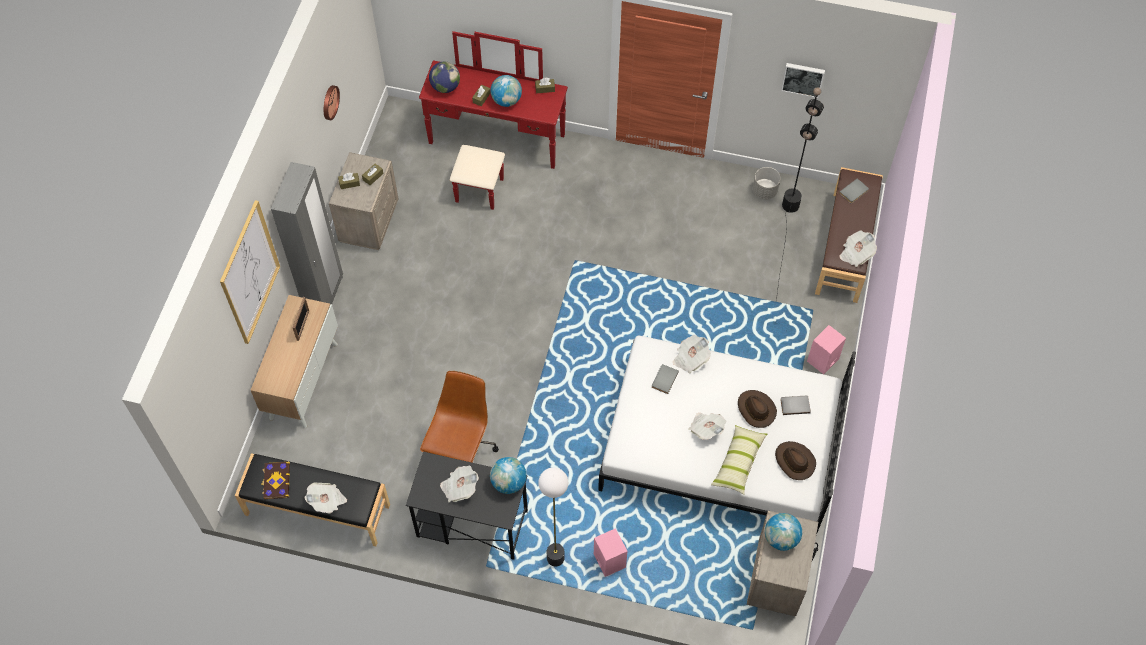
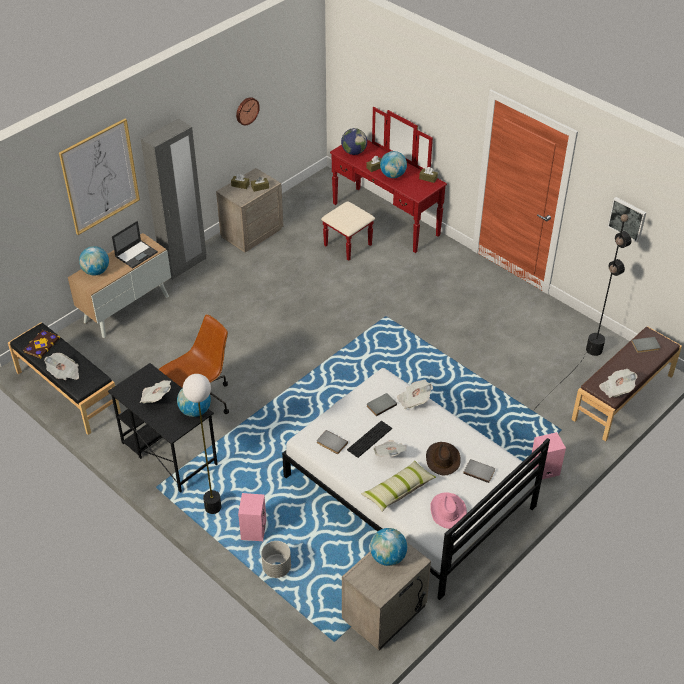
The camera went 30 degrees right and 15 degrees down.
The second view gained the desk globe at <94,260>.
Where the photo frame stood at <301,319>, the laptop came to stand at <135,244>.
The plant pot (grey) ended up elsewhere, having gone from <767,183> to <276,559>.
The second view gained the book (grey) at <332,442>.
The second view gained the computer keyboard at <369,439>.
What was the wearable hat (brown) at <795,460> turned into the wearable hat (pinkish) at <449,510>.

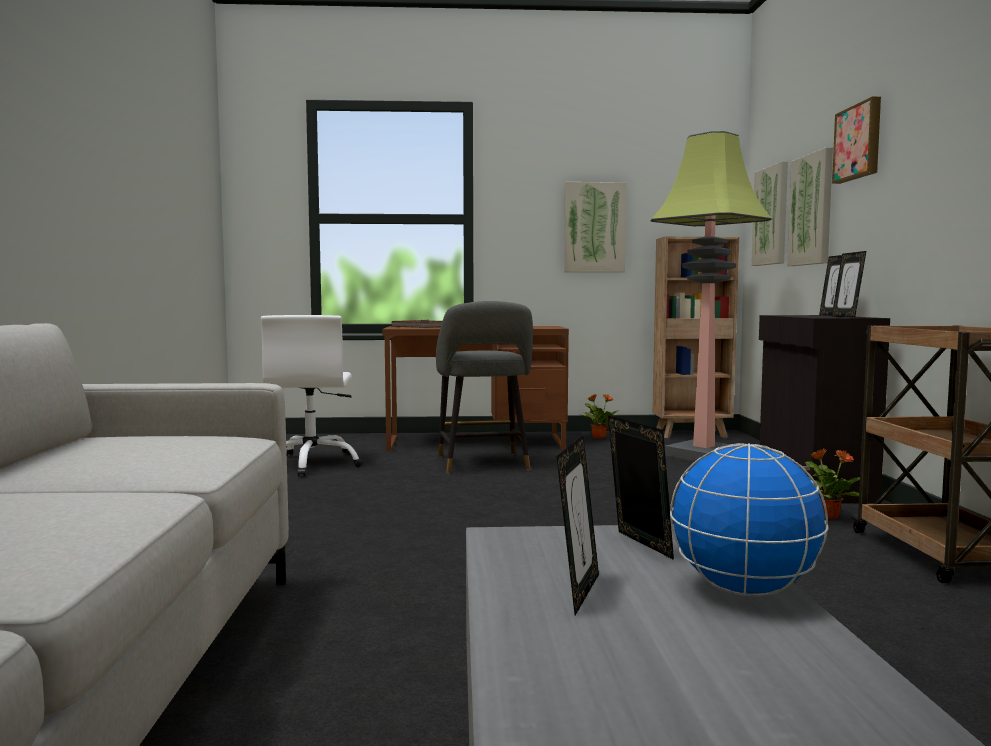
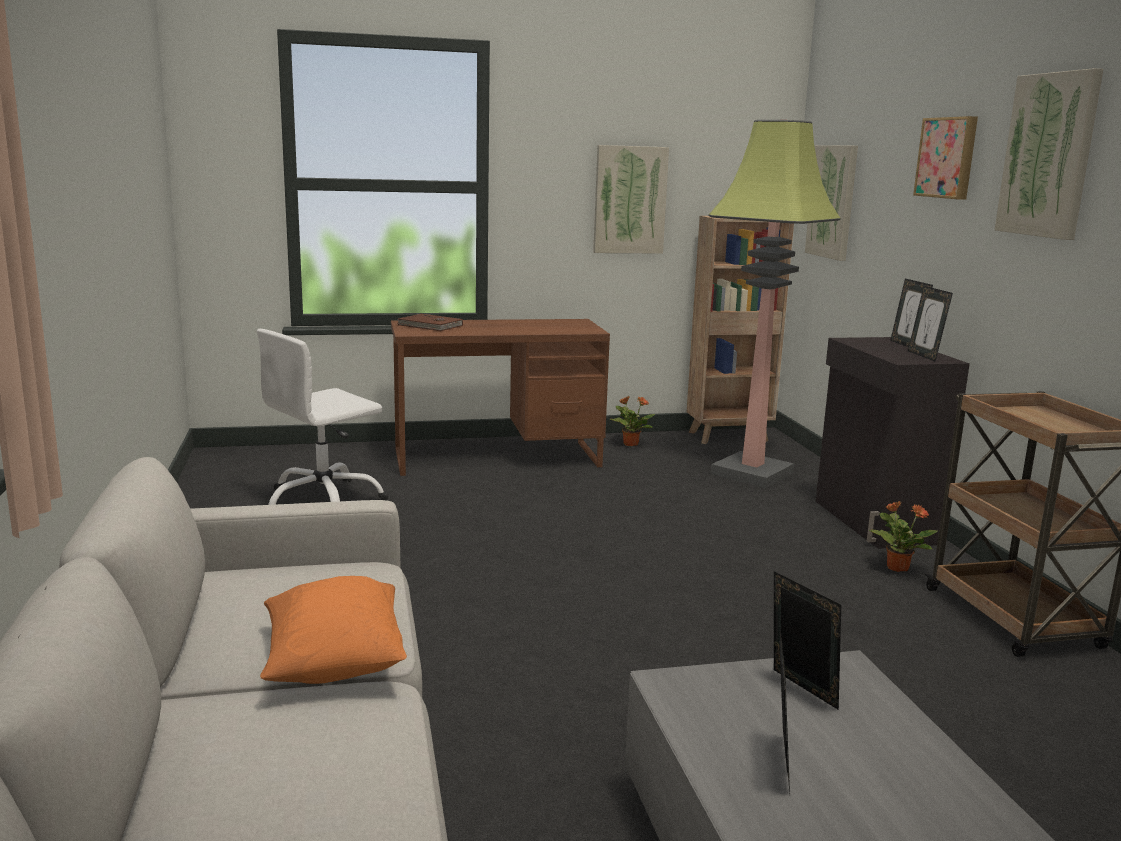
The camera went 10 degrees left and 10 degrees up.
The office chair (white-coloured) at <312,395> ended up facing another way, 60 degrees clockwise from before.
The second view gained the throw pillow (orange) at <333,630>.
The wall art ended up elsewhere, having gone from <810,206> to <1049,154>.
The second view lost the sitting stool (grey) at <484,387>.
The second view lost the desk globe at <749,519>.

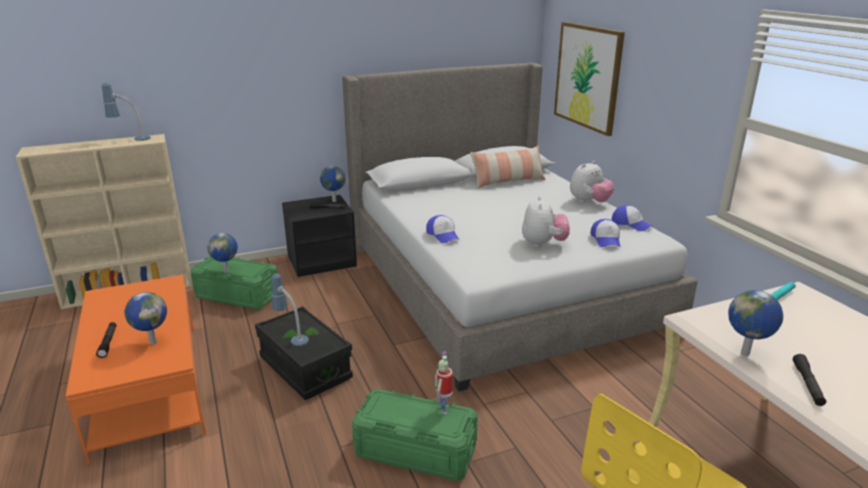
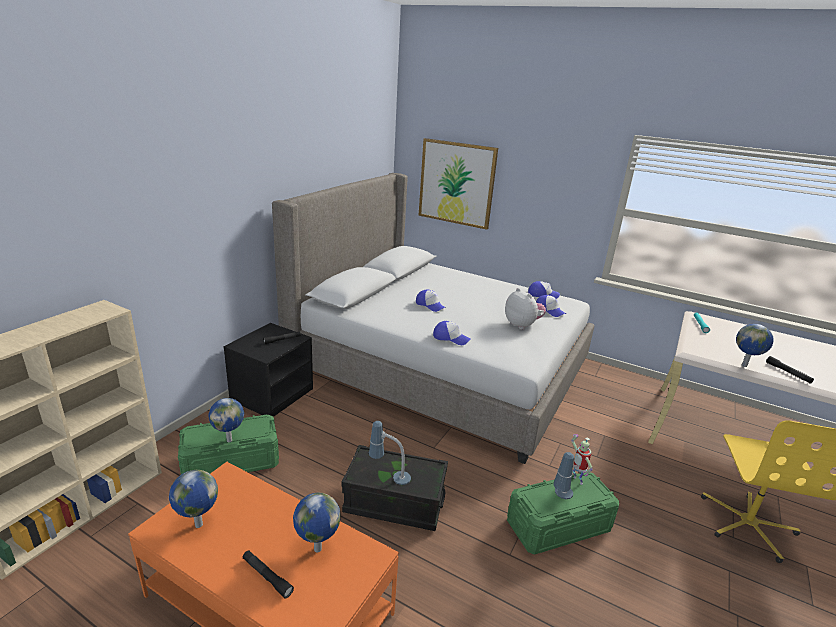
The camera went 40 degrees left and 0 degrees up.
The desk globe ended up elsewhere, having gone from <333,184> to <193,499>.
The second view gained the peaked cap at <431,301>.
The tabletop lamp ended up elsewhere, having gone from <126,112> to <564,475>.
The second view lost the throw pillow at <508,167>.
The second view lost the soft toy at <592,182>.

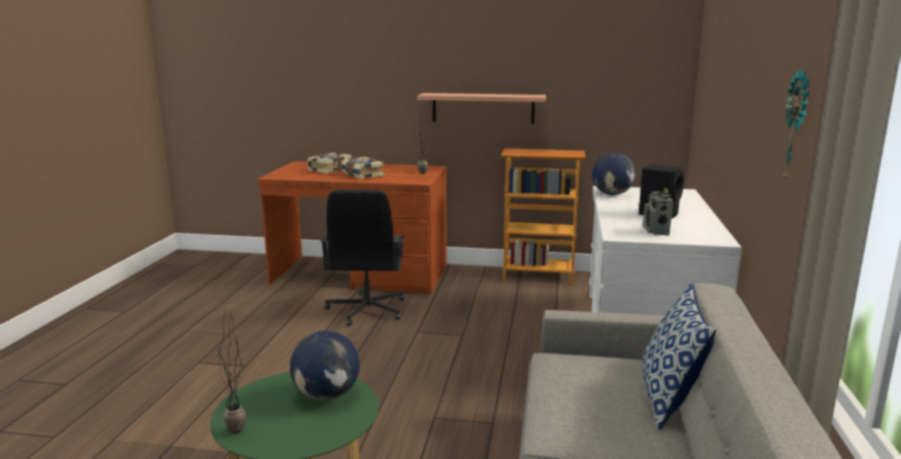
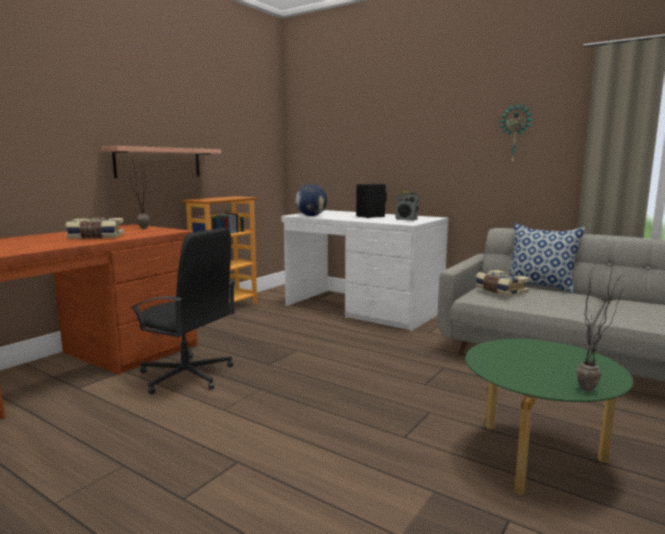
The camera went 65 degrees left and 5 degrees down.
The book ended up elsewhere, having gone from <329,163> to <502,283>.
The second view lost the desk globe at <325,366>.

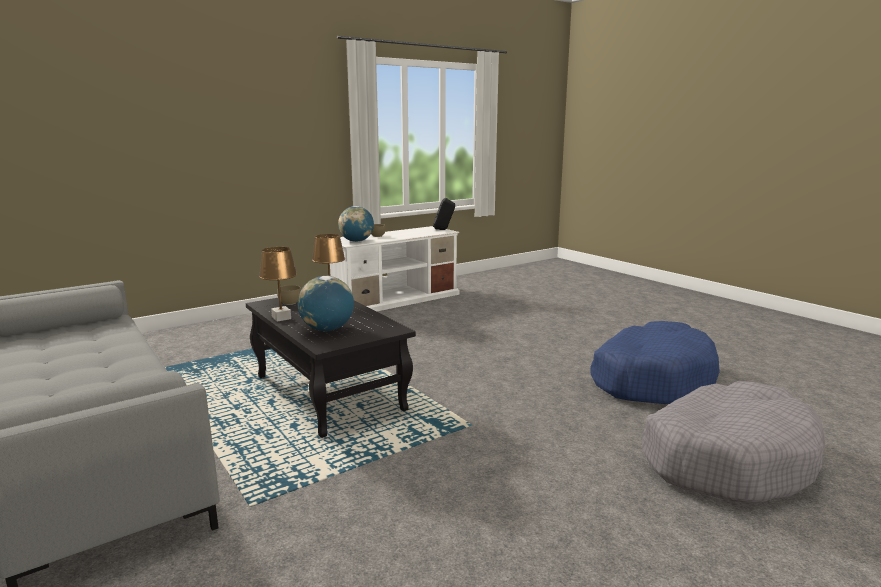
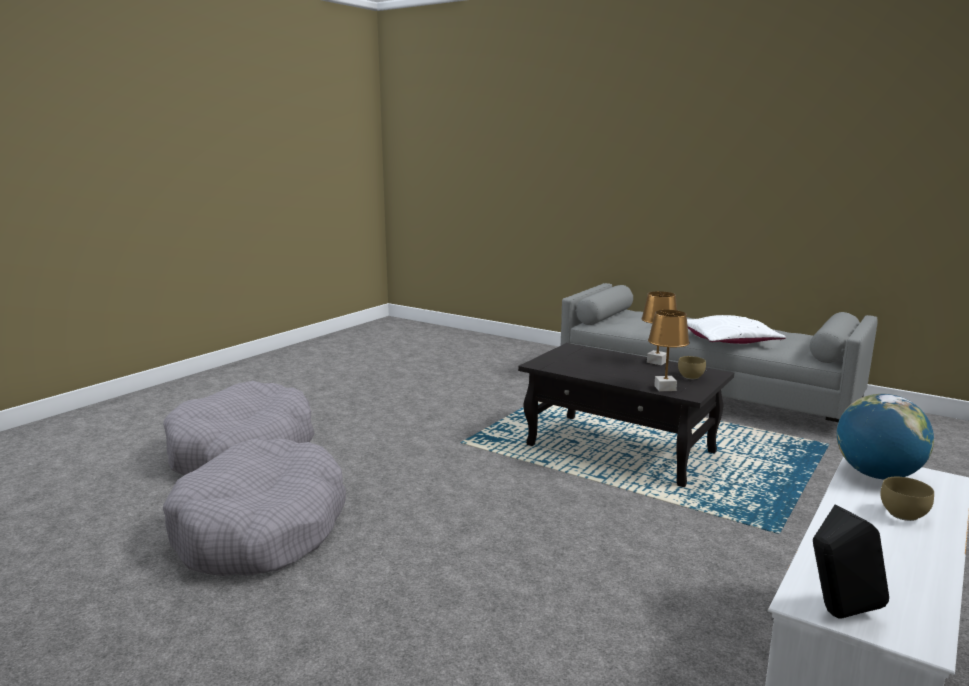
The camera went 160 degrees right and 0 degrees up.
What was the dog bed (blue-coloured) at <655,362> turned into the dog bed (grey) at <254,507>.
The second view gained the throw pillow (white-coloured) at <736,329>.
The second view lost the desk globe at <326,303>.

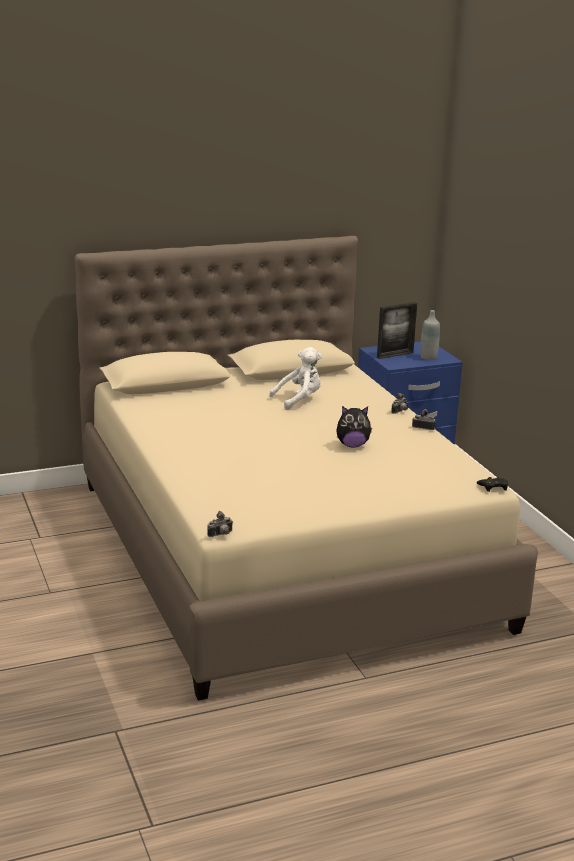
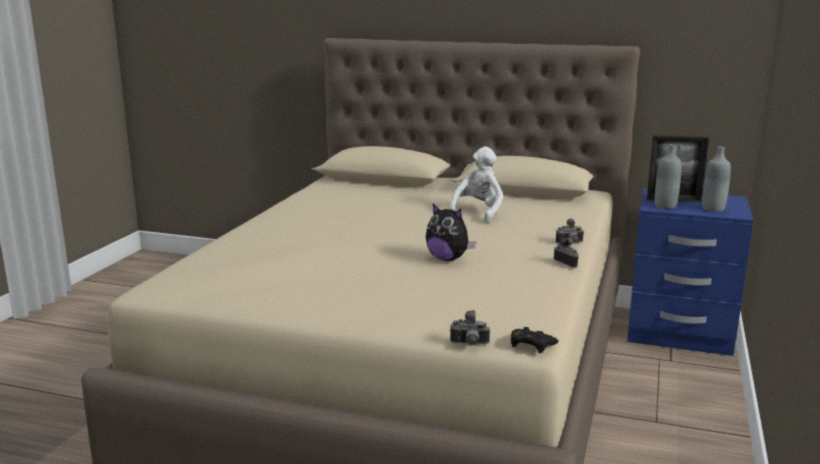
The camera went 40 degrees right and 5 degrees down.
The soft toy (white-coloured) at <295,378> ended up facing another way, 75 degrees counterclockwise from before.
The photo camera ended up elsewhere, having gone from <220,524> to <470,327>.
The second view gained the beverage bottle (grey) at <668,176>.

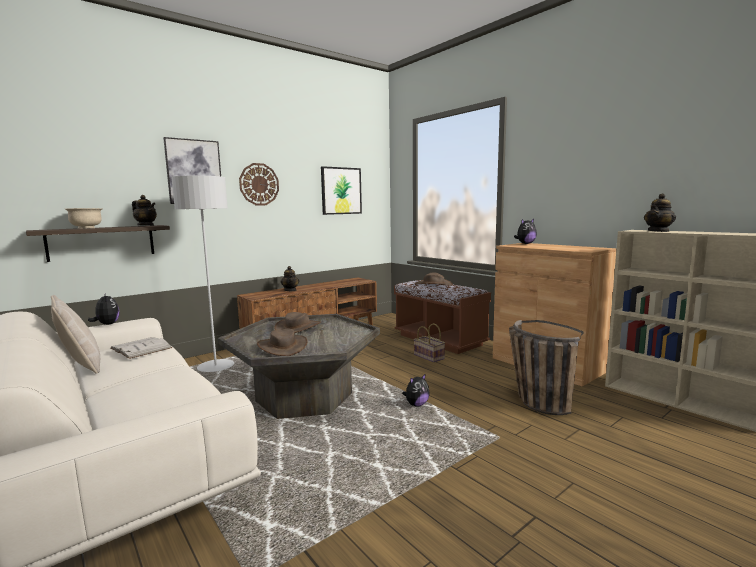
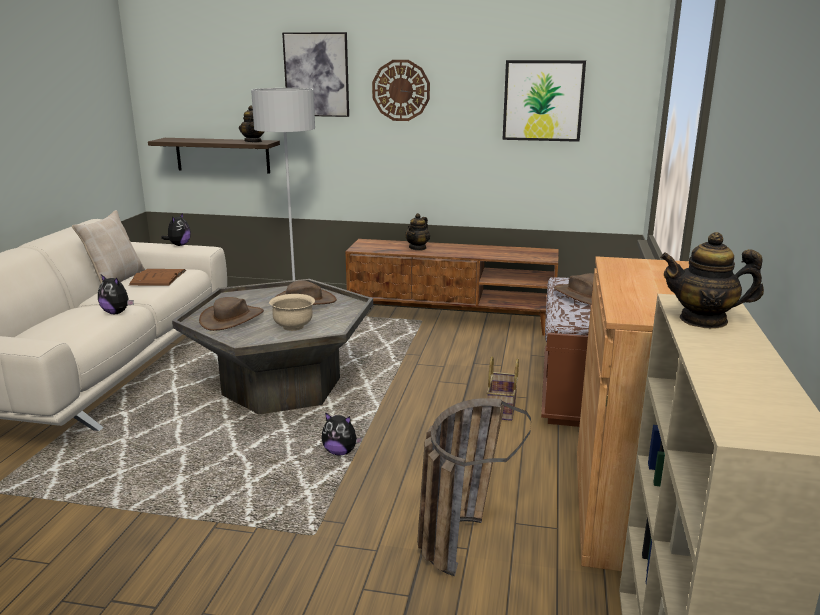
The camera went 50 degrees right and 10 degrees up.
The soft toy ended up elsewhere, having gone from <525,231> to <116,294>.
What was the book (white-coloured) at <141,348> turned into the book (brown) at <157,277>.
The deep dish (beige) ended up elsewhere, having gone from <84,218> to <292,312>.

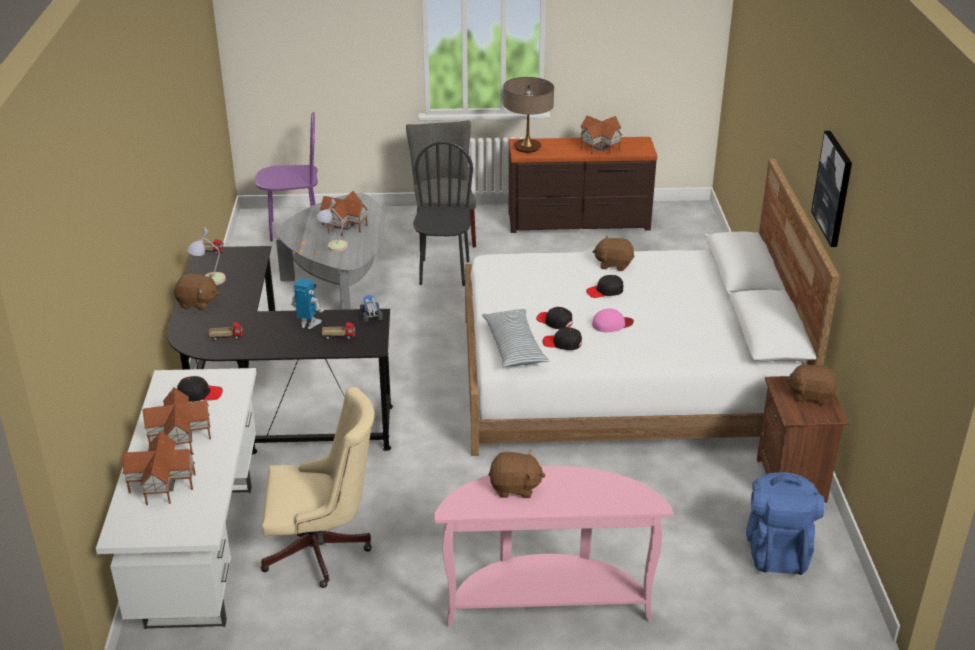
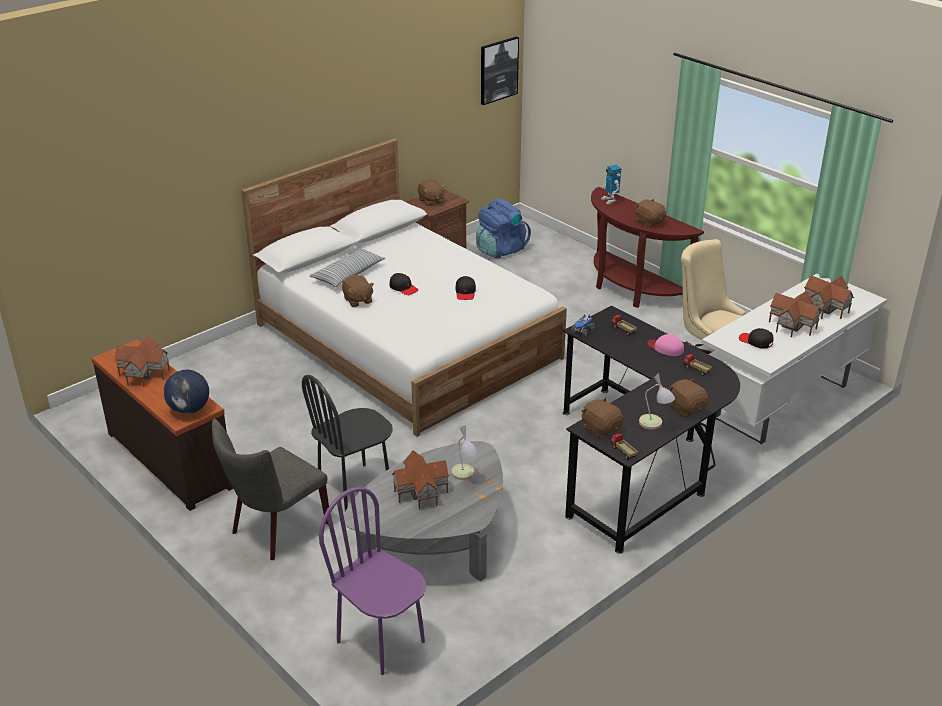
The camera went 130 degrees left and 0 degrees up.
Where the tabletop lamp stood at <528,115>, the desk globe came to stand at <186,392>.
The throw pillow ended up elsewhere, having gone from <515,338> to <347,267>.
The wall art ended up elsewhere, having gone from <831,189> to <500,71>.
The second view gained the soft toy (brown) at <602,418>.
What was the console table (pinkish) at <553,546> turned into the console table (brown) at <647,247>.
The robot figure ended up elsewhere, having gone from <307,303> to <611,184>.
The peaked cap (pinkish) ended up elsewhere, having gone from <613,320> to <665,345>.
The second view lost the peaked cap (blackish) at <562,338>.

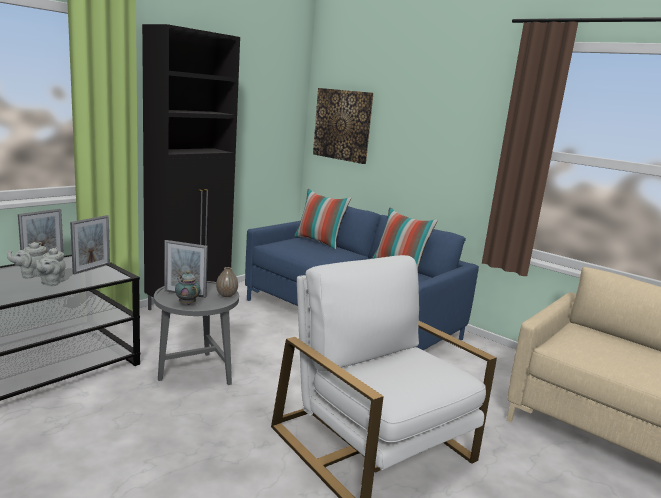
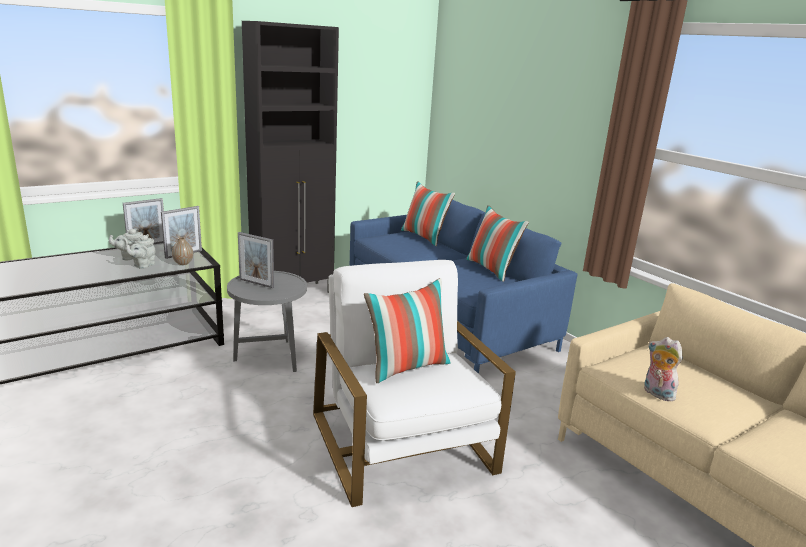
The camera went 15 degrees right and 5 degrees up.
The vase ended up elsewhere, having gone from <227,282> to <182,251>.
The second view gained the throw pillow at <407,330>.
The second view gained the soft toy at <663,369>.
The second view lost the teapot at <187,288>.
The second view lost the wall art at <343,126>.

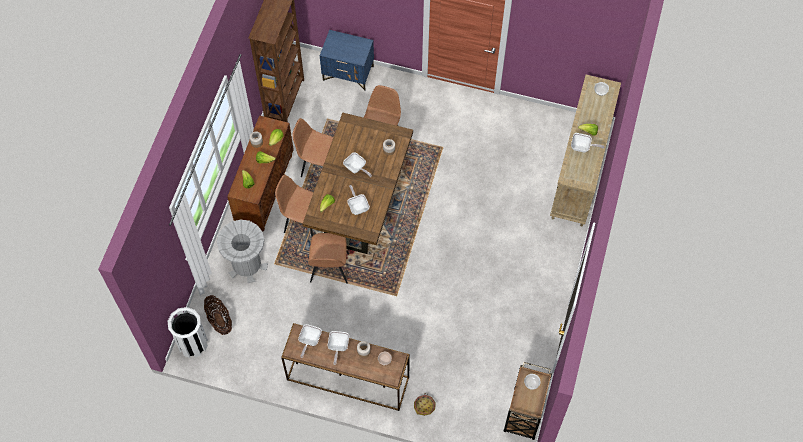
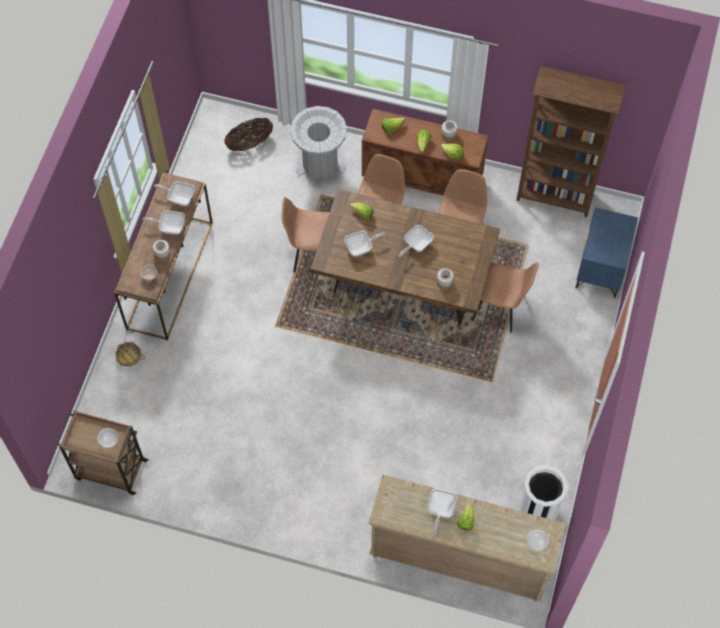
The camera went 90 degrees right and 0 degrees up.
The trash can (white-coloured) ended up elsewhere, having gone from <188,332> to <543,492>.

